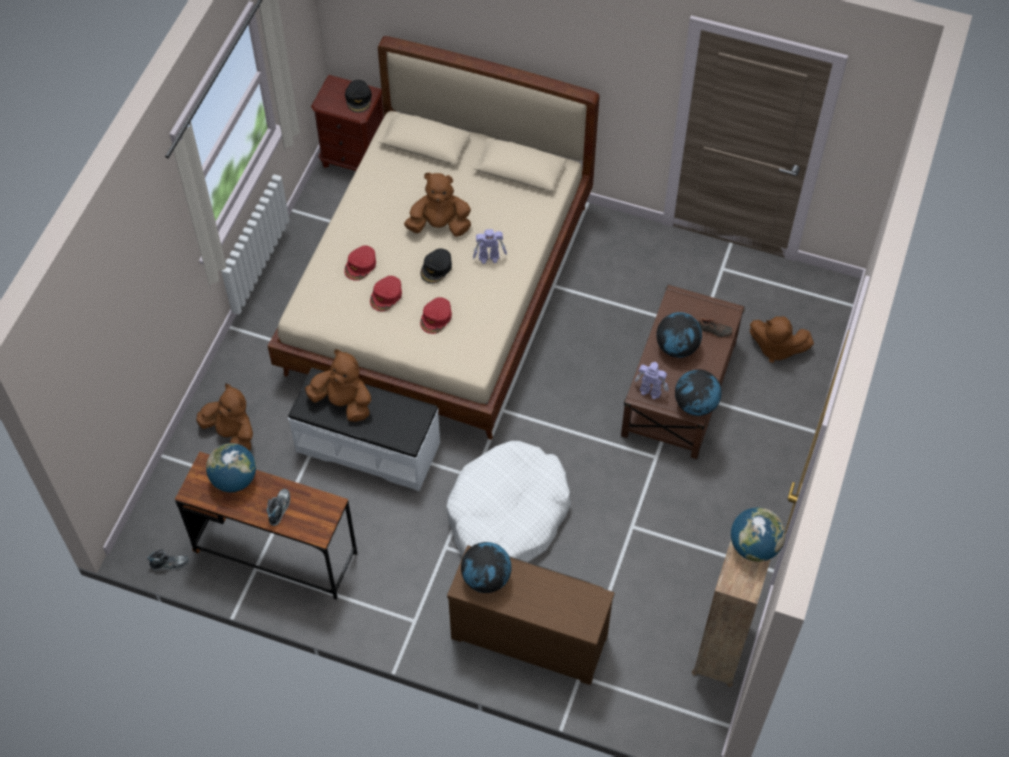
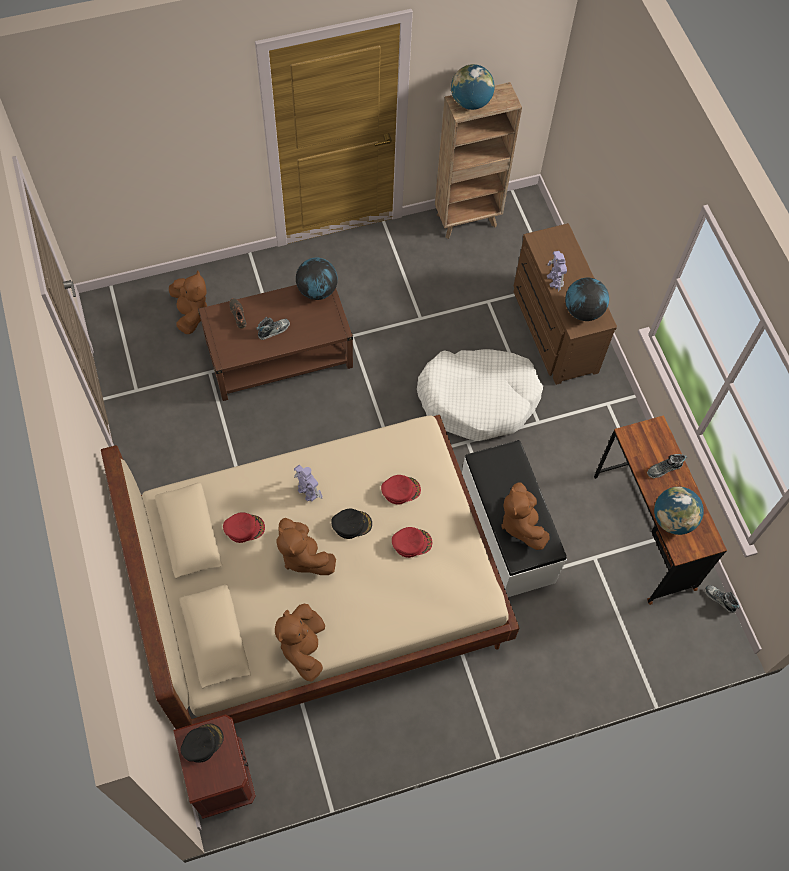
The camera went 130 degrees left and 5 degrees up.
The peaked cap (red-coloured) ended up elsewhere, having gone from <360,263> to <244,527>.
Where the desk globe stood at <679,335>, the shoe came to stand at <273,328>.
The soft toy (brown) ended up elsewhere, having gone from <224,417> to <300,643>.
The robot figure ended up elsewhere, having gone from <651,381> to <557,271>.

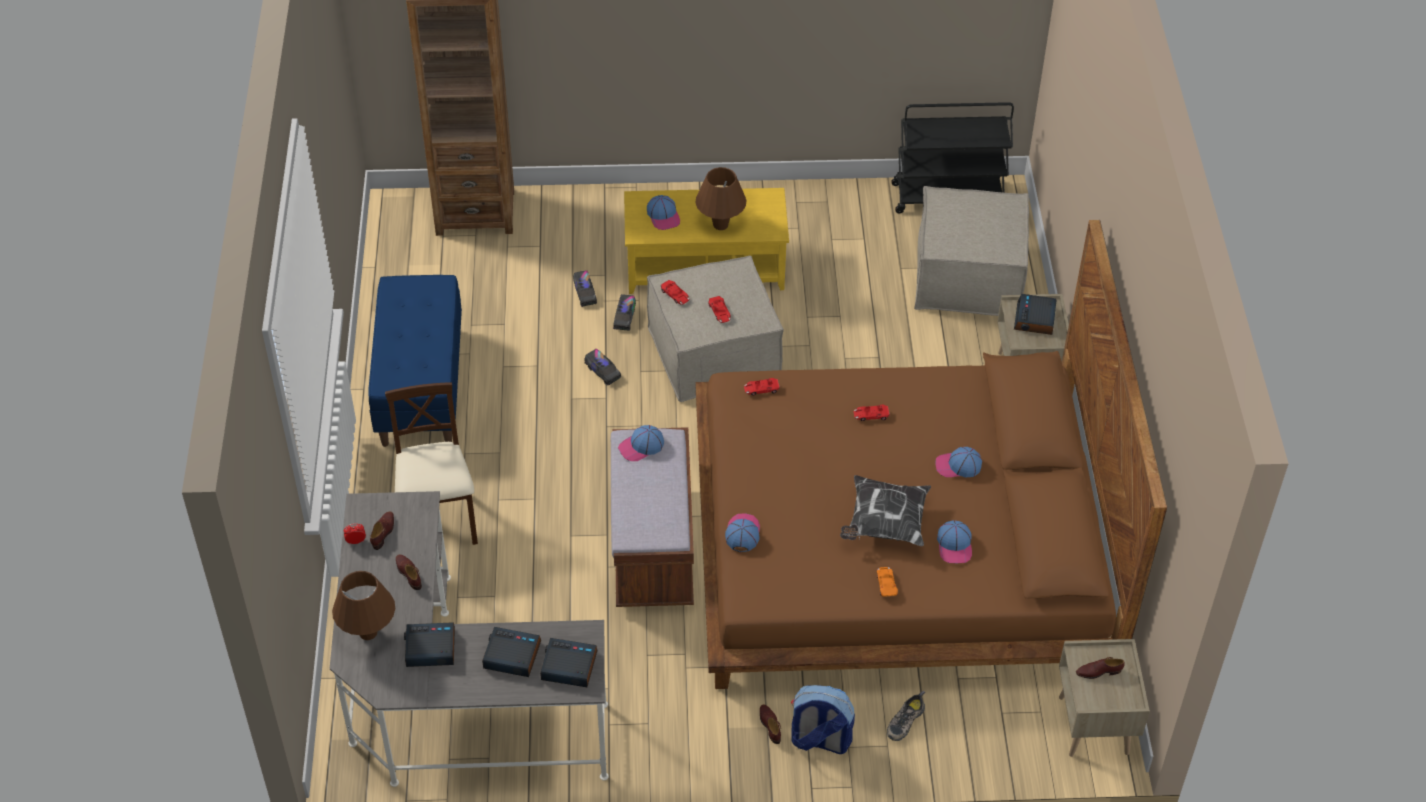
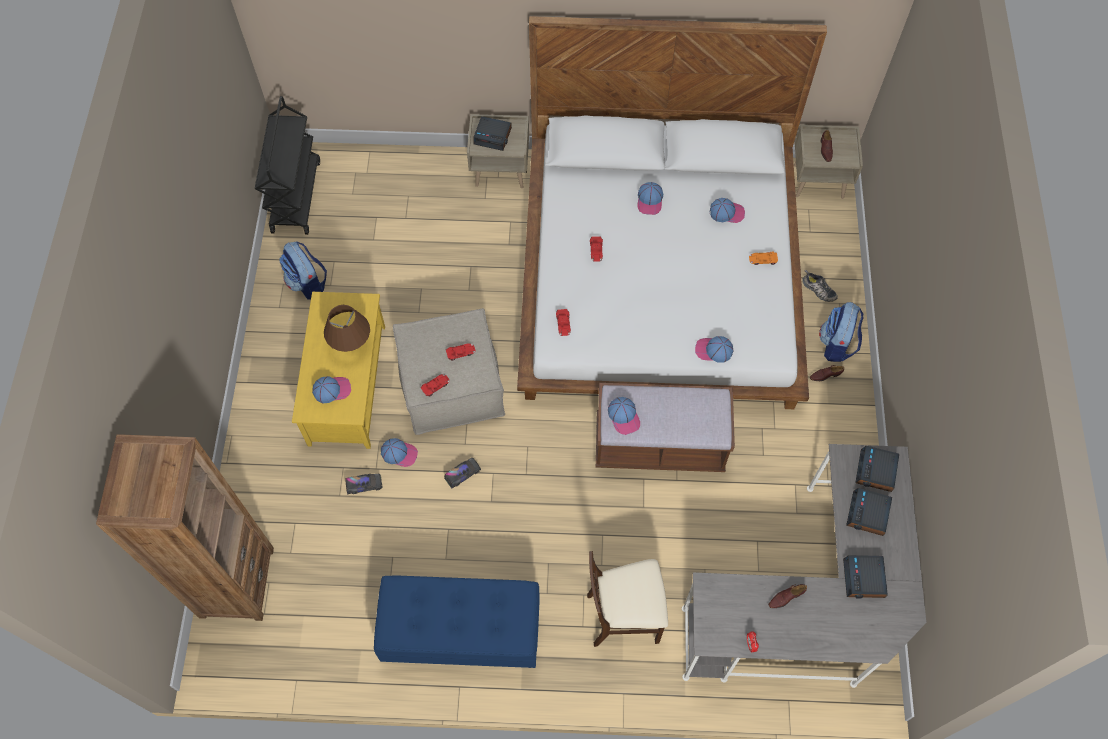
The camera went 85 degrees left and 15 degrees up.
The second view gained the knapsack at <303,271>.
Where the toy truck stood at <624,312>, the peaked cap came to stand at <399,452>.
What was the sleeping bed (brown) at <931,454> turned into the sleeping bed (white-coloured) at <672,212>.
The second view lost the tabletop lamp (brown) at <363,605>.
The second view lost the shoe (brown) at <382,531>.
The second view lost the throw pillow at <885,510>.
The second view lost the ottoman (beige) at <971,251>.

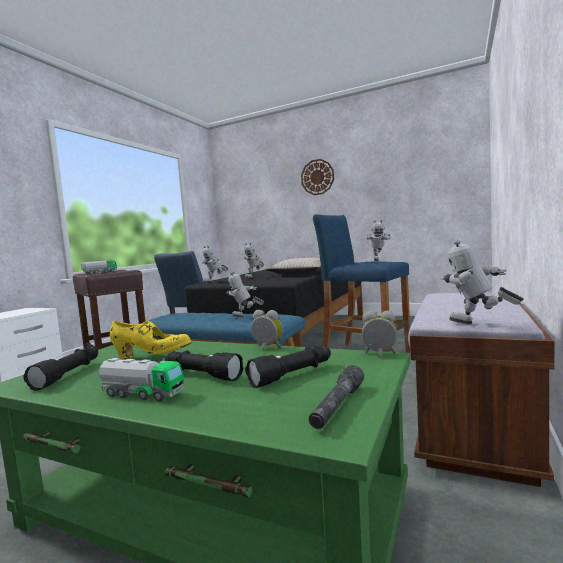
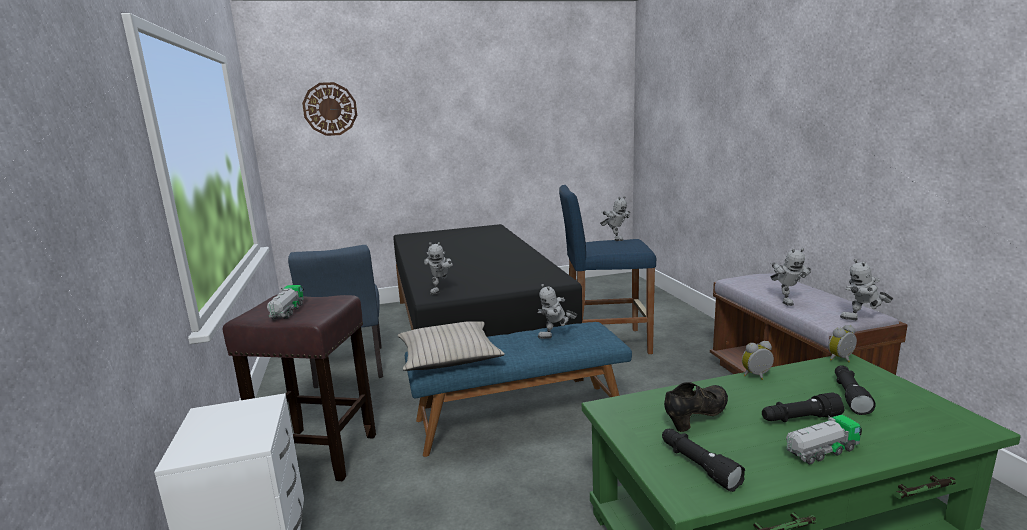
The camera went 40 degrees left and 10 degrees up.
The clock on the wall ended up elsewhere, having gone from <317,177> to <329,109>.
The throw pillow (beige) ended up elsewhere, having gone from <293,266> to <451,346>.
What was the shoe (yellow) at <150,339> turned into the shoe (blackish) at <696,407>.
The robot figure ended up elsewhere, having gone from <254,260> to <790,277>.
The second view lost the torch (grey) at <336,397>.

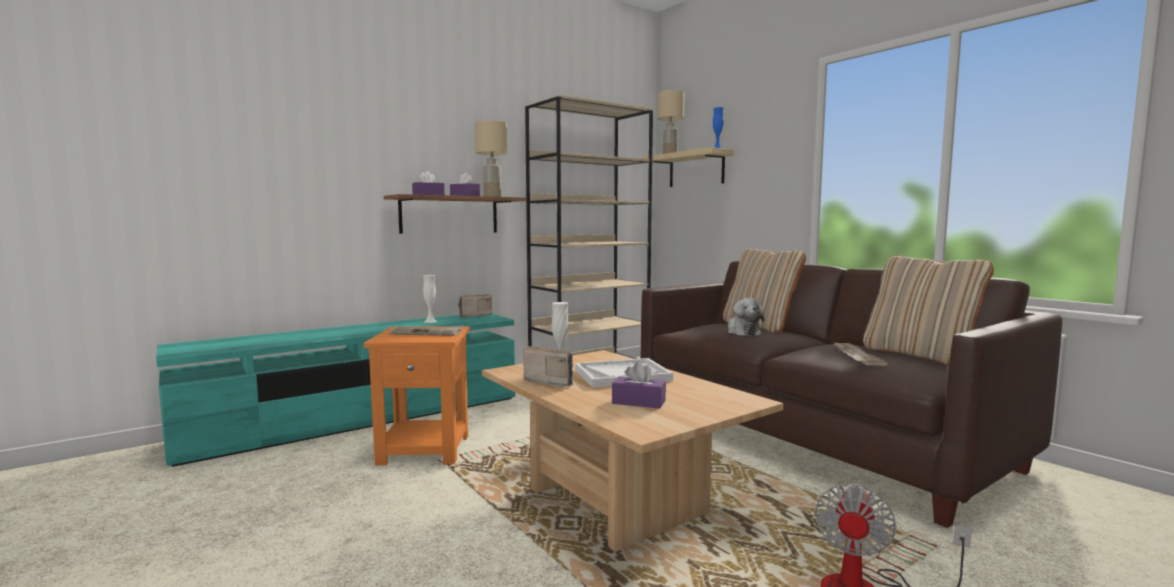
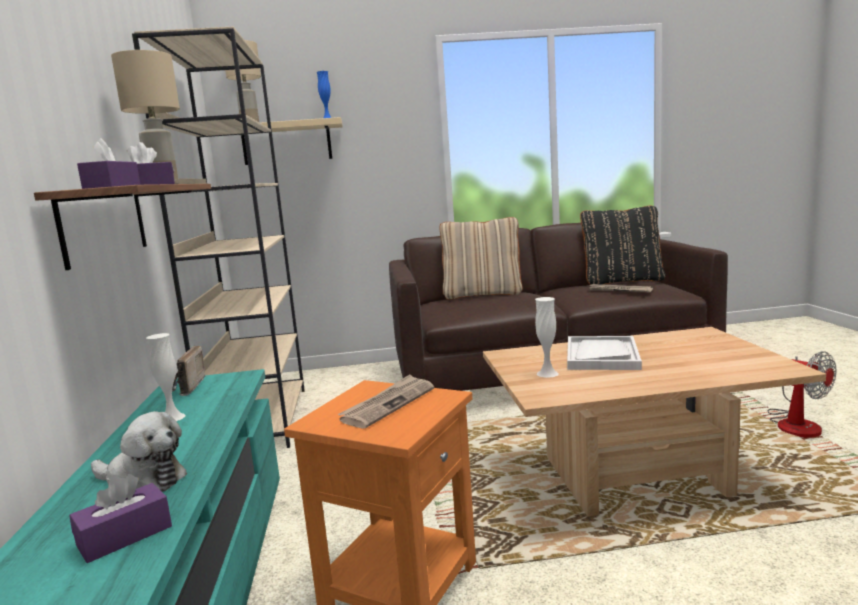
The camera went 60 degrees left and 5 degrees up.
The box of tissues (purple-coloured) ended up elsewhere, having gone from <639,385> to <120,518>.
The soft toy ended up elsewhere, having gone from <746,317> to <139,451>.
What was the throw pillow (beige) at <928,310> turned into the throw pillow (blackish) at <622,245>.
The second view lost the radio receiver at <548,366>.

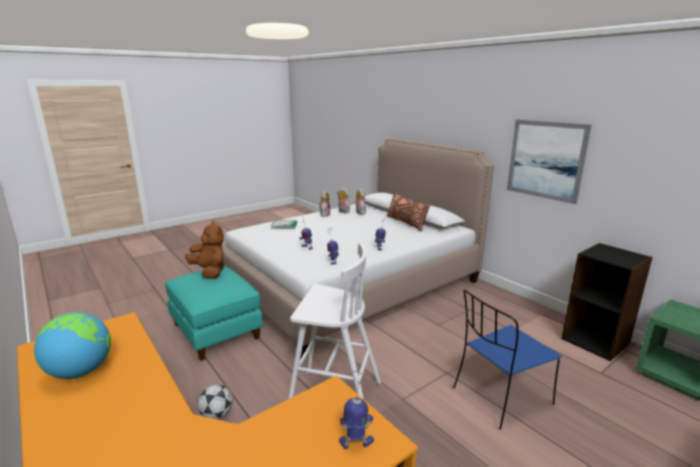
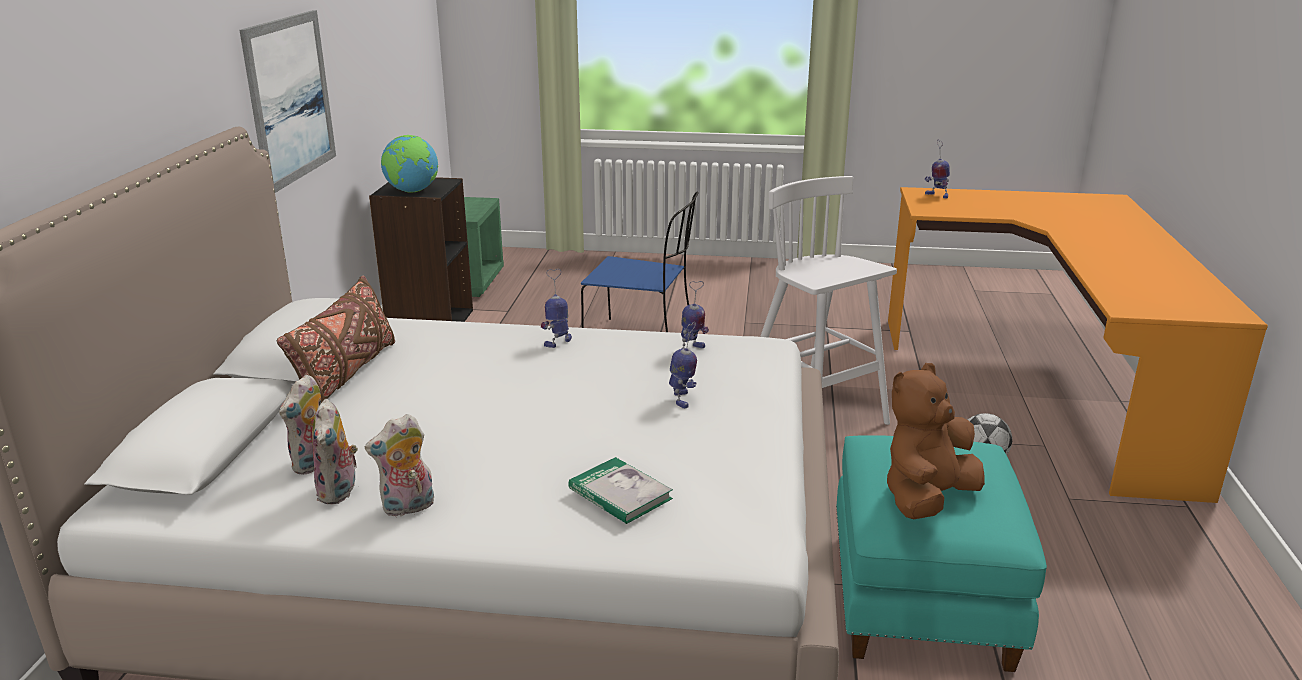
The camera went 135 degrees left and 5 degrees up.
The desk globe ended up elsewhere, having gone from <72,345> to <409,163>.
The soft toy (brown) at <204,250> ended up facing another way, 45 degrees clockwise from before.

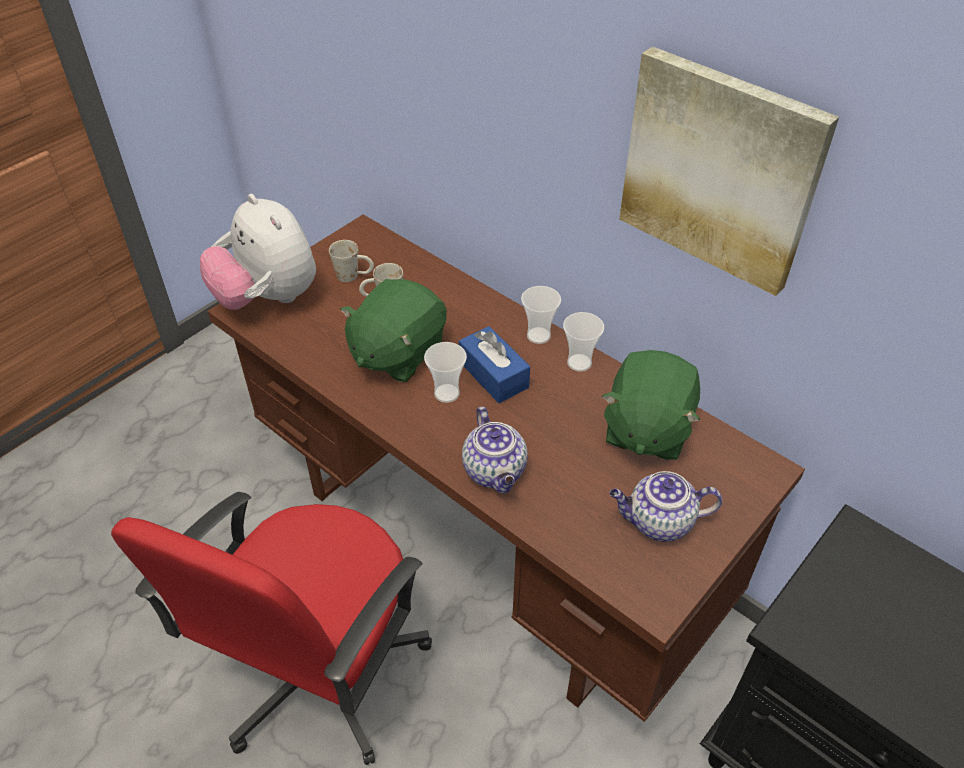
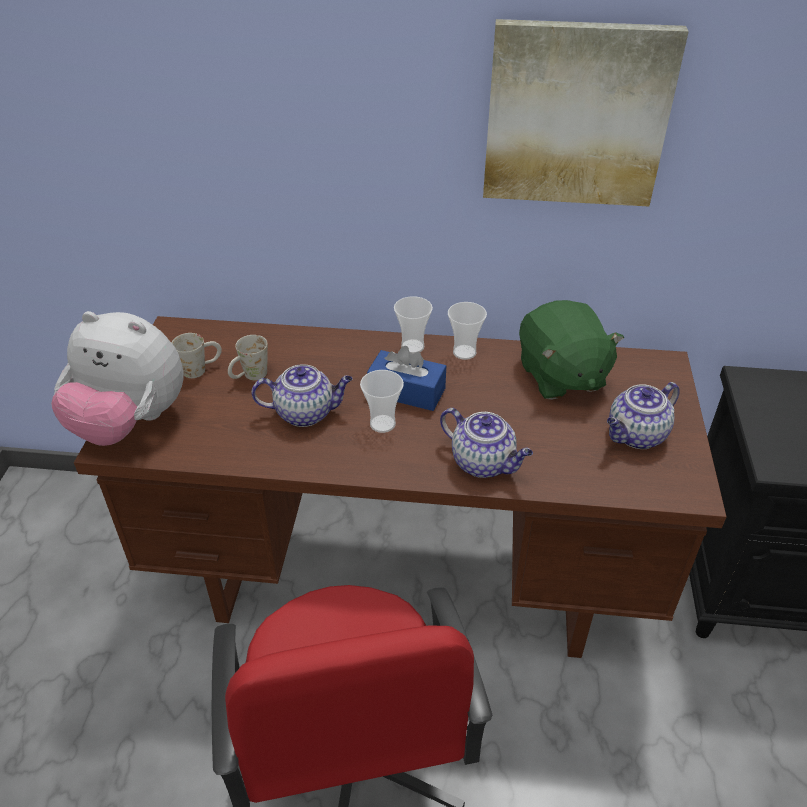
The camera went 35 degrees left and 5 degrees down.
Where the soft toy (greenish) stood at <393,330>, the teapot came to stand at <302,395>.

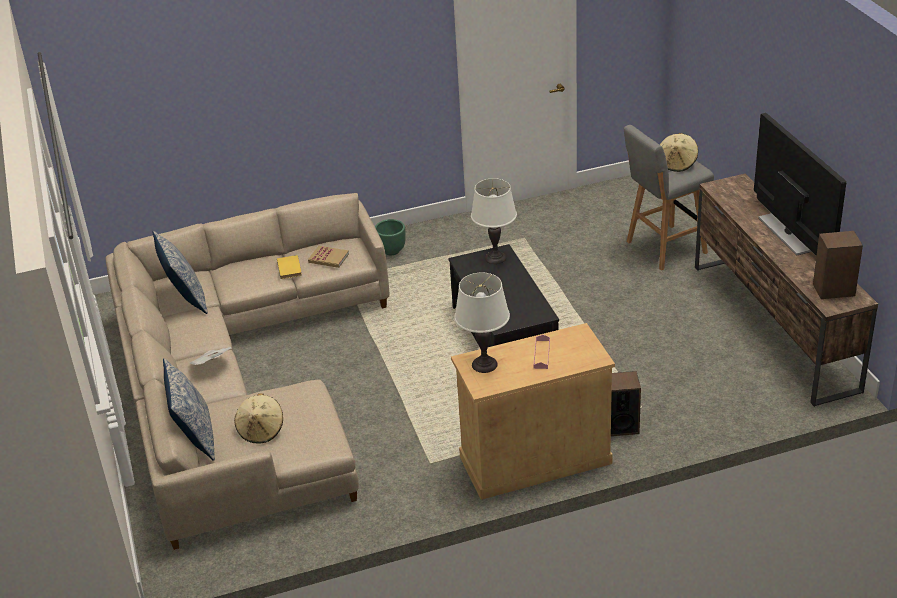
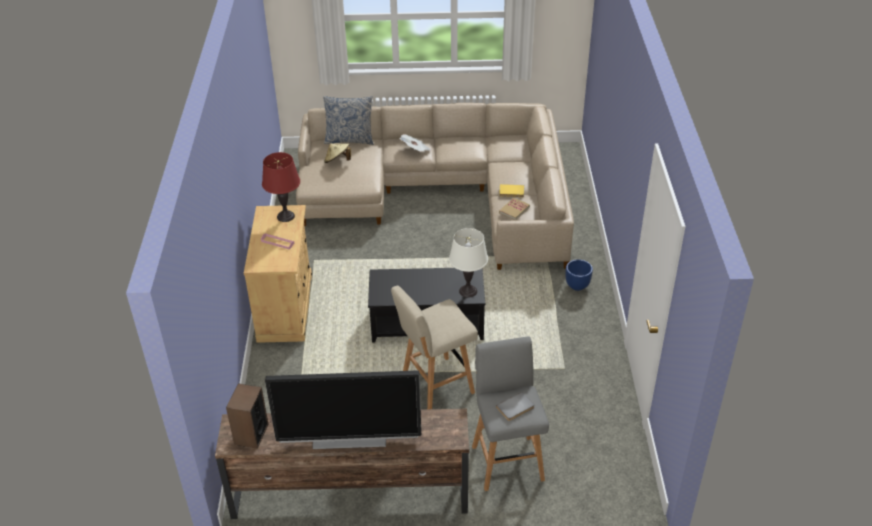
The camera went 105 degrees right and 5 degrees up.
What was the tabletop lamp (white-coloured) at <482,323> turned into the tabletop lamp (red-coloured) at <281,187>.
The second view gained the sitting stool (beige) at <434,347>.
Where the wearable hat (beige) stood at <679,152>, the book (grey) came to stand at <515,406>.
What was the plant pot (greenish) at <390,237> turned into the plant pot (blue-coloured) at <579,275>.
The second view lost the throw pillow at <180,272>.
The second view lost the loudspeaker at <626,403>.

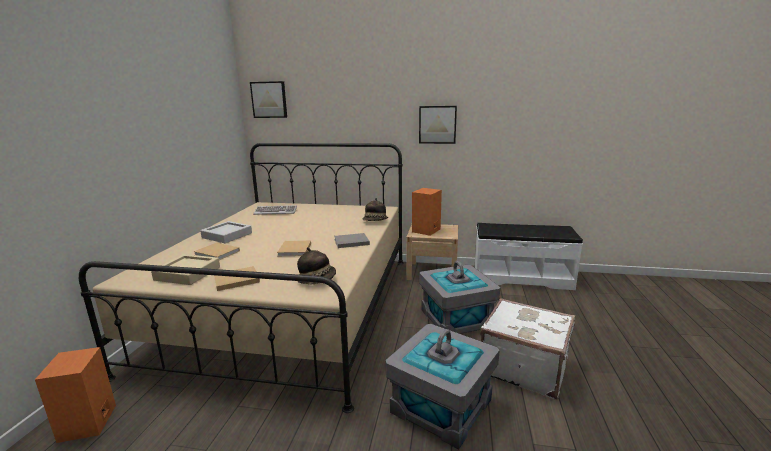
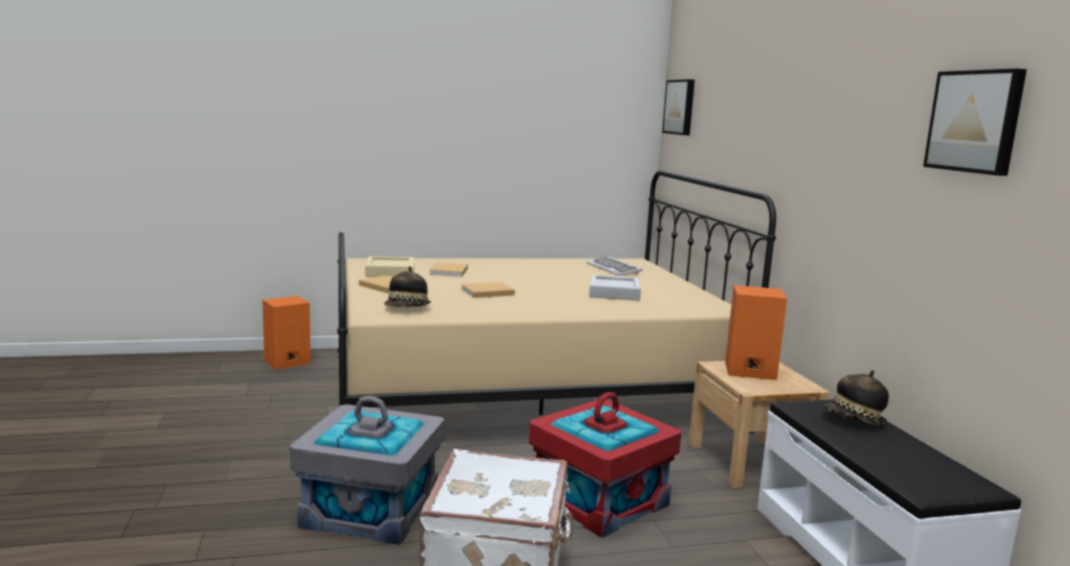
The camera went 65 degrees right and 5 degrees down.
What was the storage box (grey) at <459,297> turned into the storage box (red-coloured) at <605,465>.
The carrying tray (grey) ended up elsewhere, having gone from <226,232> to <615,288>.
The wearable hat ended up elsewhere, having gone from <375,209> to <856,397>.
The wall art ended up elsewhere, having gone from <438,125> to <975,122>.
The second view lost the book (grey) at <352,240>.

